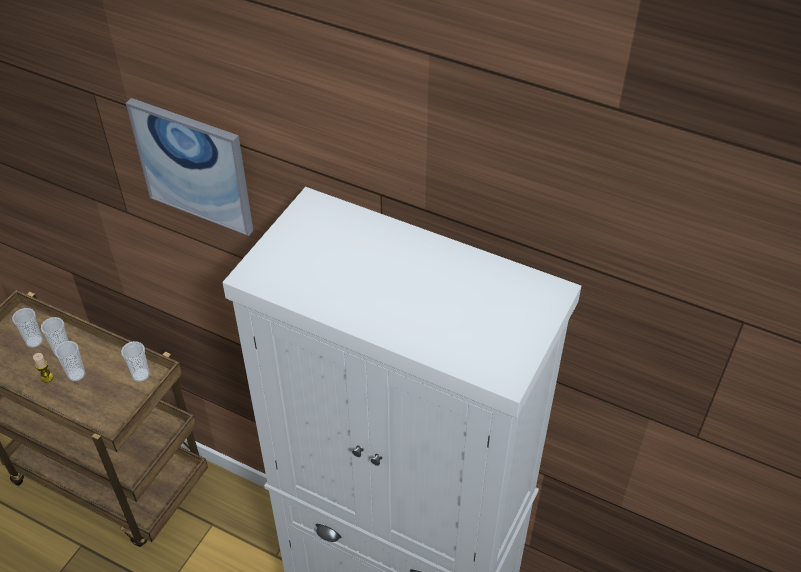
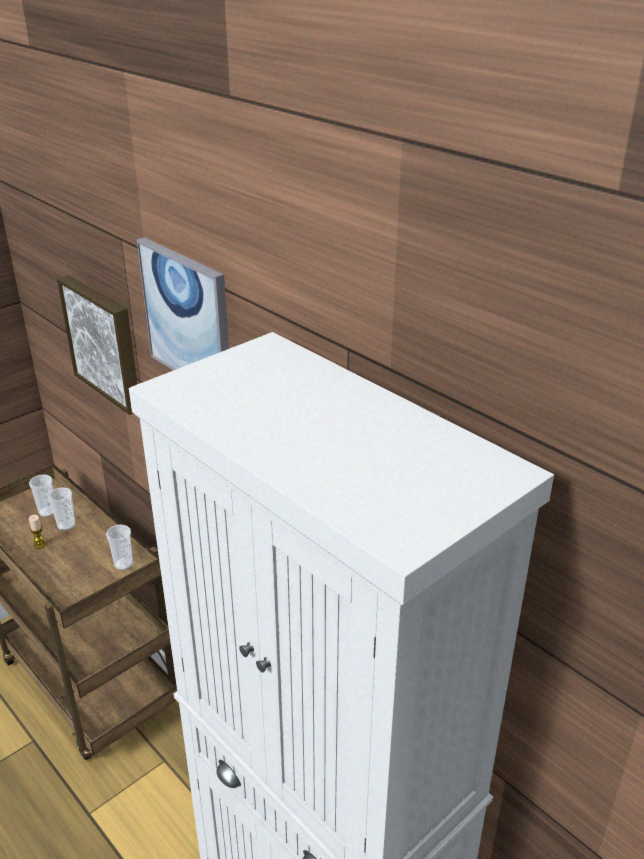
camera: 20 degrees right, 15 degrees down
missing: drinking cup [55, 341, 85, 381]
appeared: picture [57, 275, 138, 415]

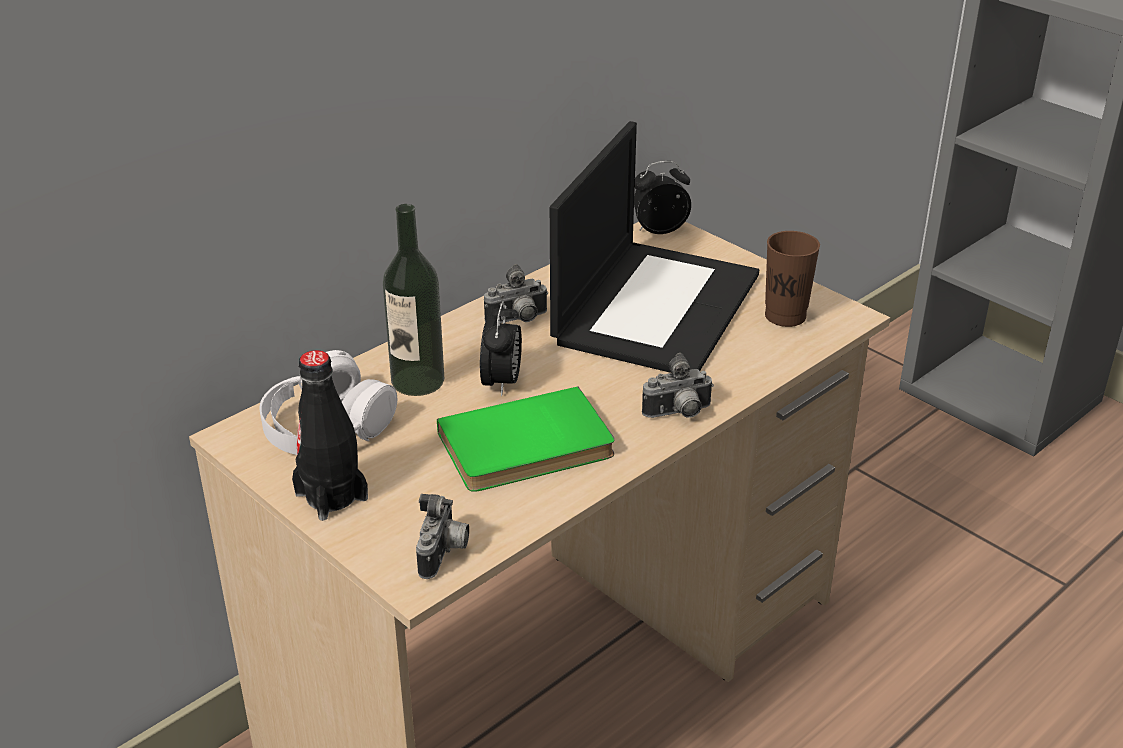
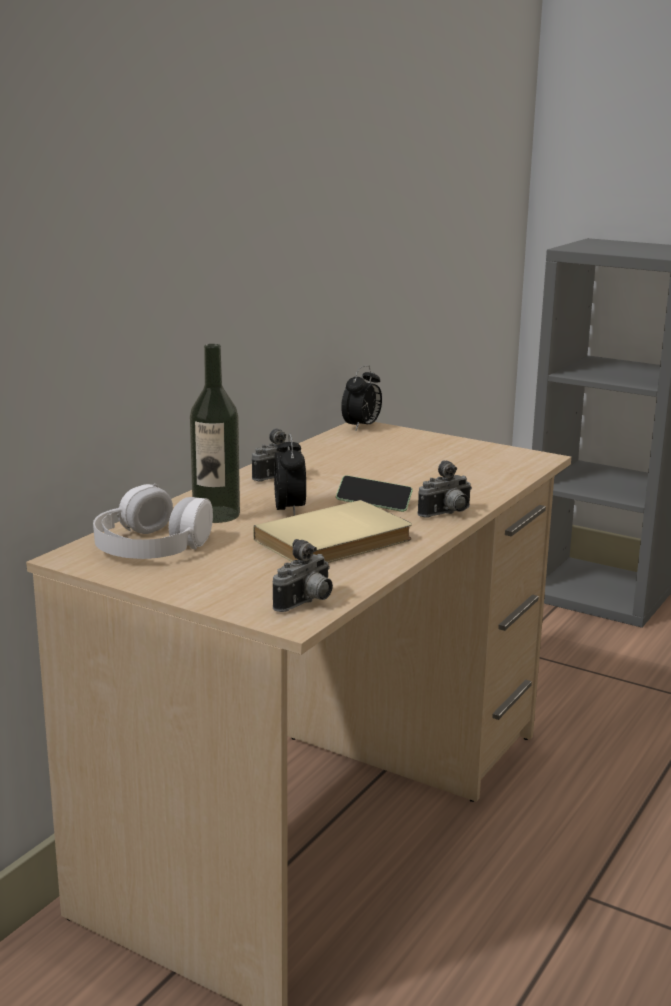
camera: 15 degrees left, 15 degrees down
missing: black beverage bottle [292, 350, 368, 521]; laptop [550, 121, 759, 373]; brown drinking cup [765, 231, 820, 327]
appeared: handset [336, 475, 413, 512]
colour: green-coloured volume [437, 387, 615, 492] to sand-coloured volume [253, 500, 412, 563]
spun: still camera [416, 494, 469, 579] = [273, 539, 333, 612] 45 degrees clockwise; table clock [634, 161, 691, 234] = [341, 365, 382, 430] 150 degrees clockwise

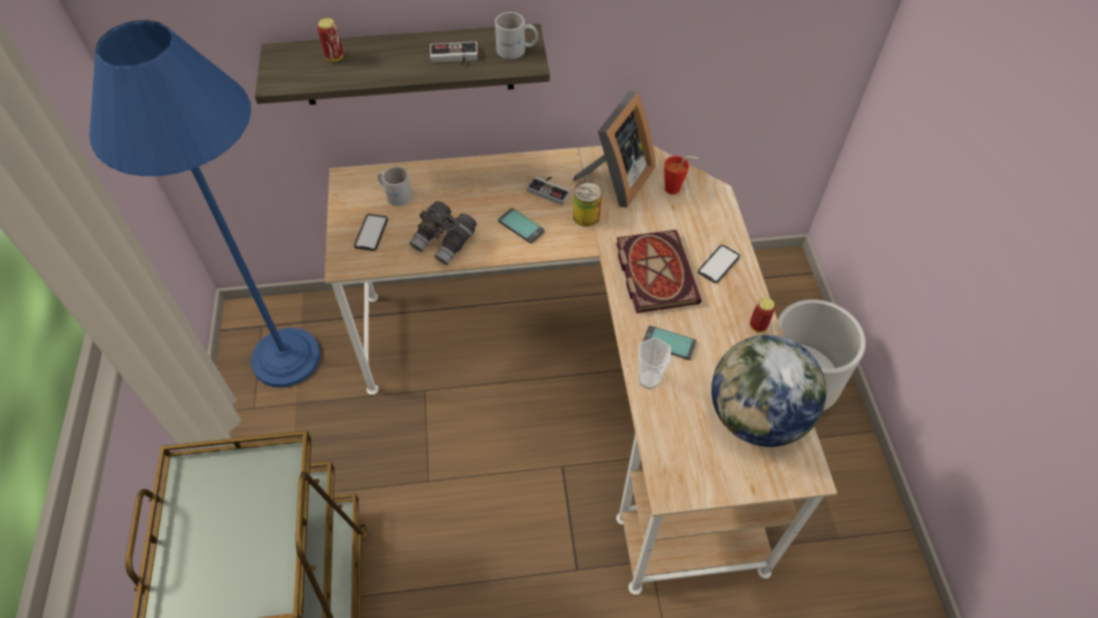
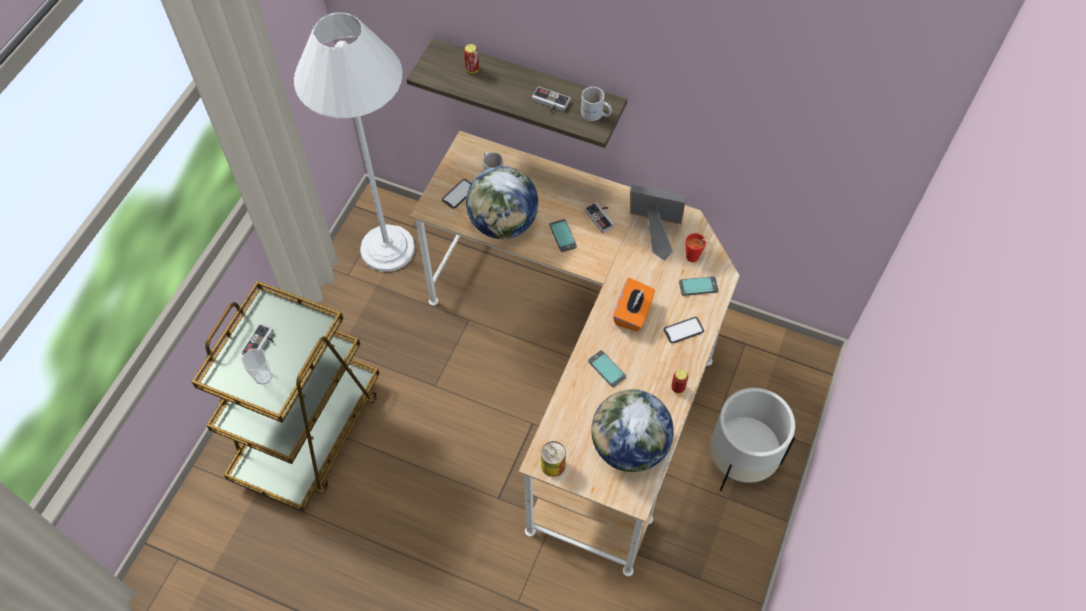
camera: 30 degrees right, 5 degrees up
appeared: game controller [241, 324, 274, 355]; handset [679, 276, 718, 296]
relocated: drinking cup [638, 337, 671, 389] to [241, 349, 272, 384]; can [573, 182, 602, 227] to [541, 441, 566, 477]
exchanged: greyish field glasses [409, 201, 477, 265] to world globe [466, 166, 538, 239]; volume [616, 230, 702, 313] to orange box of tissues [613, 278, 655, 331]
colour: blue standard lamp [89, 20, 321, 388] to white-coloured standard lamp [294, 12, 415, 272]
spun: photo frame [573, 91, 655, 208] = [630, 185, 686, 261] 135 degrees counterclockwise

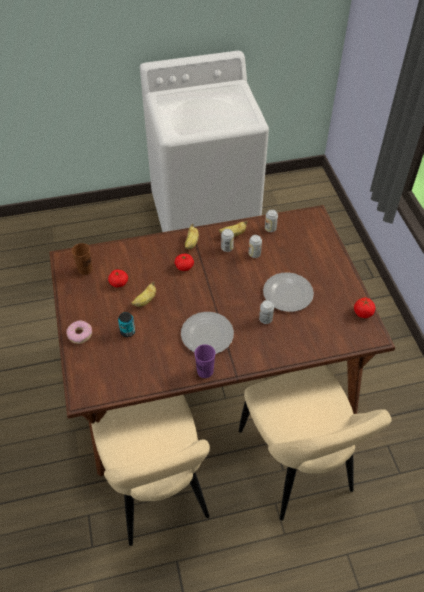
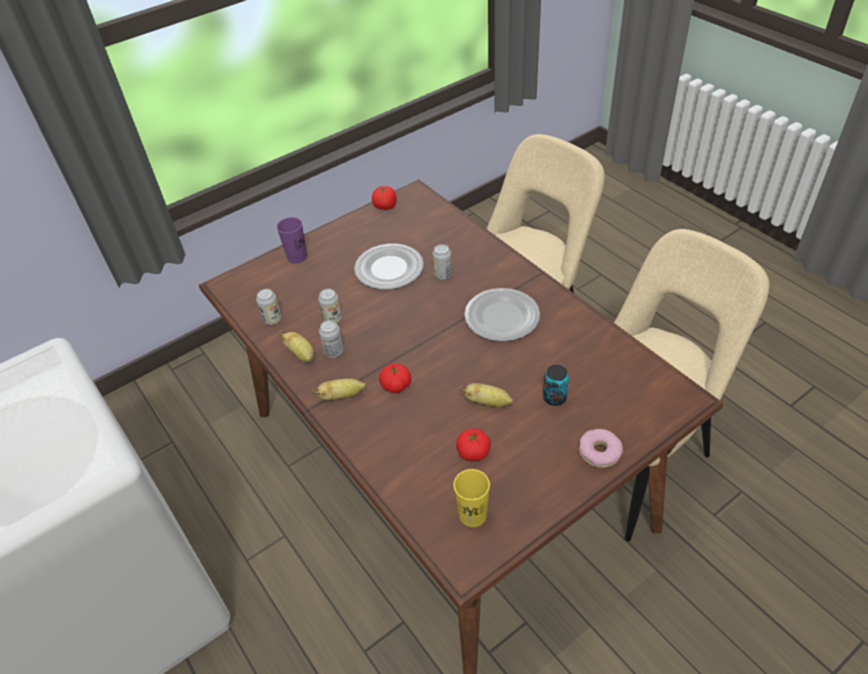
camera: 110 degrees left, 5 degrees down
relocated: purple-coloured drinking cup [194, 344, 215, 378] to [277, 217, 307, 263]
colour: brown drinking cup [71, 243, 93, 275] to yellowish drinking cup [454, 469, 490, 527]

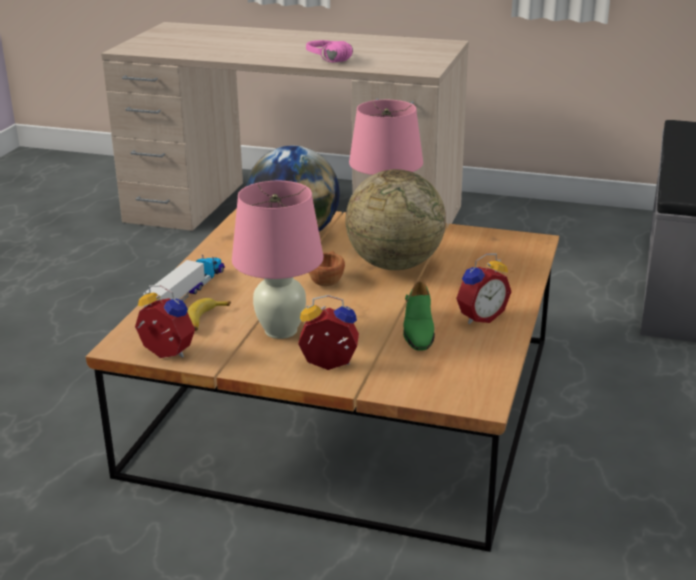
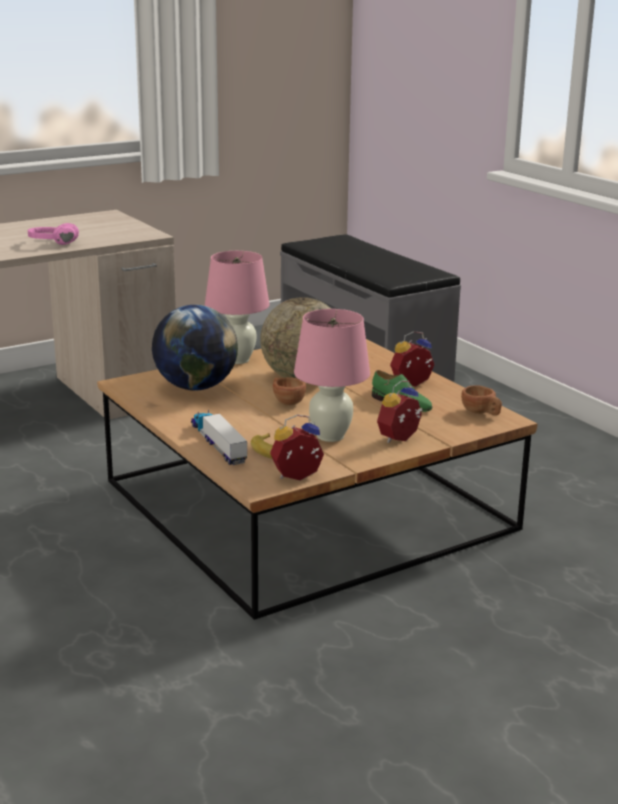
camera: 50 degrees left, 5 degrees down
appeared: brown drinking cup [461, 385, 502, 415]
spun: table clock [456, 253, 511, 324] = [390, 331, 435, 387] 120 degrees counterclockwise

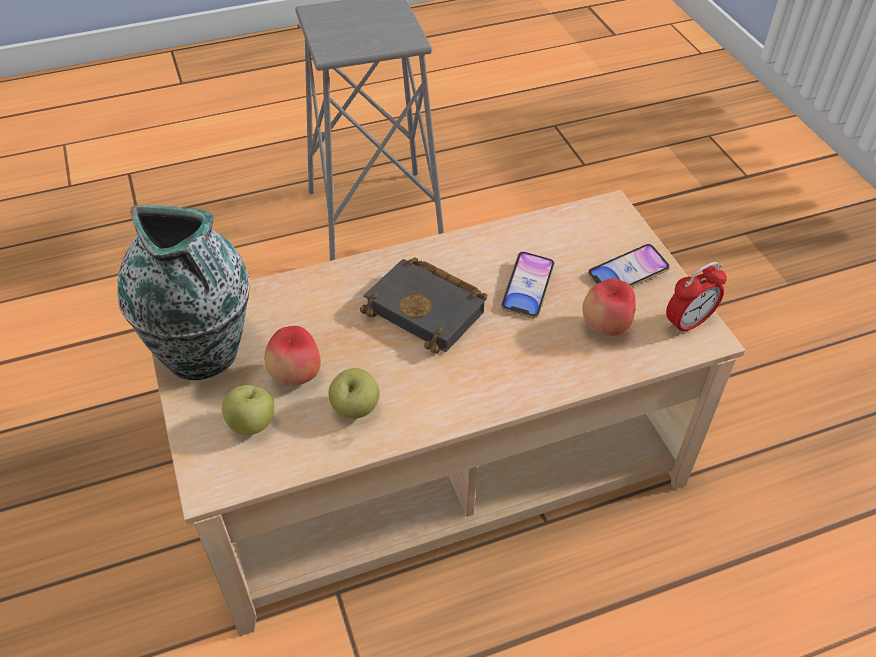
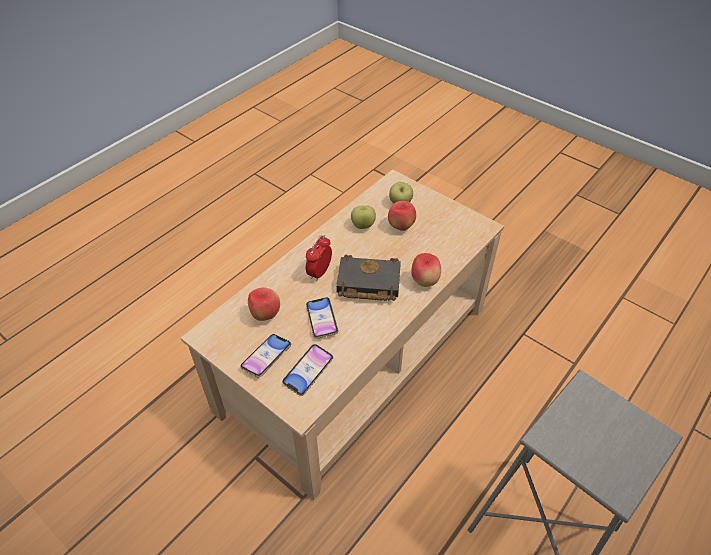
camera: 150 degrees right, 0 degrees up
missing: decorative vase [117, 205, 250, 380]
appeared: handset [282, 344, 333, 396]; whole apple [411, 253, 441, 287]
relocated: table clock [666, 262, 727, 335] to [306, 235, 332, 281]

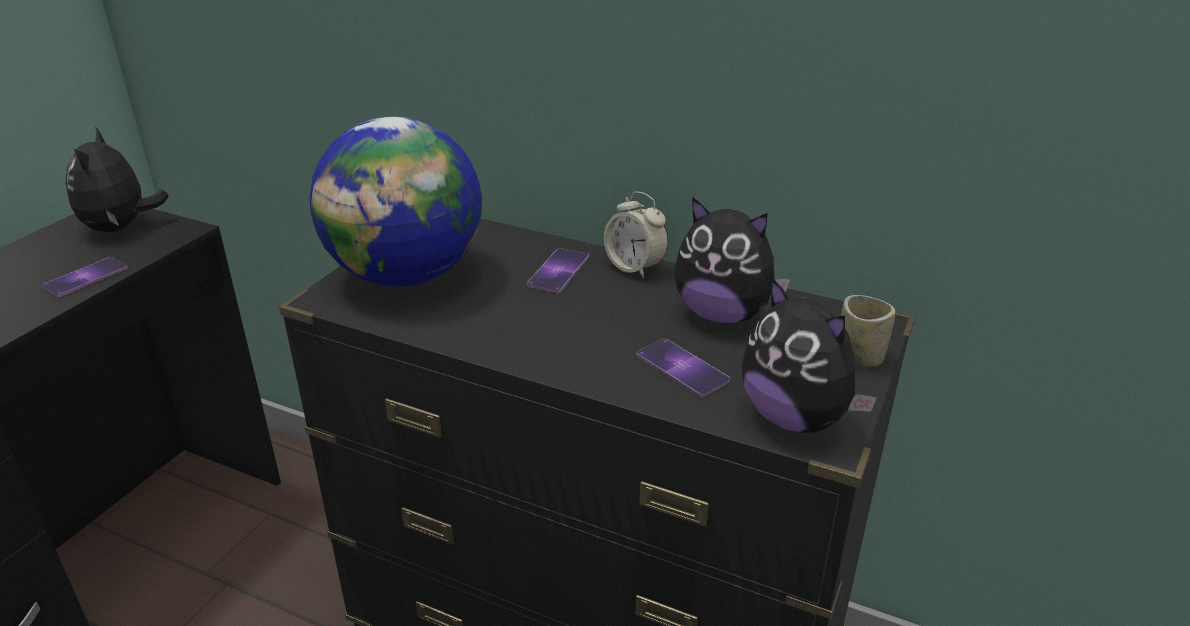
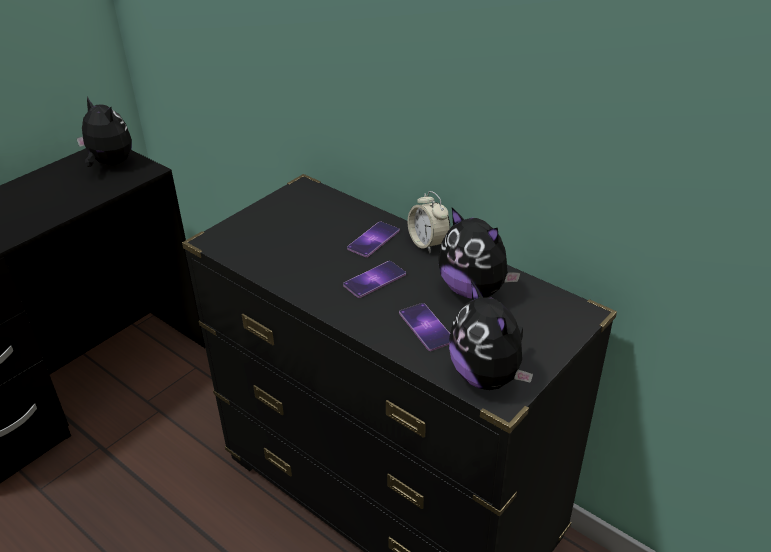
camera: 15 degrees right, 5 degrees up
missing: world globe [310, 117, 482, 287]; drinking cup [841, 295, 896, 367]
relocated: handset [42, 257, 128, 297] to [343, 261, 406, 298]
spun: plush toy [65, 126, 169, 232] = [76, 96, 132, 167] 120 degrees clockwise

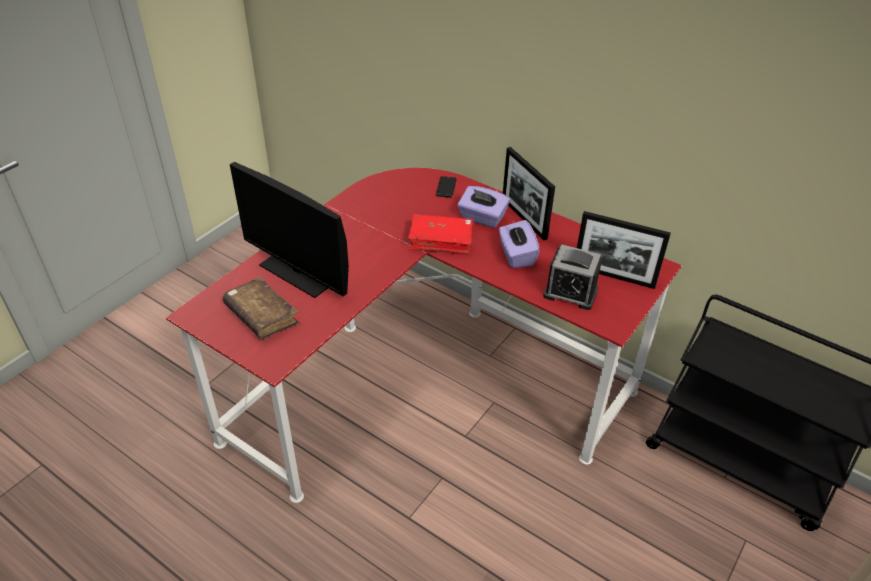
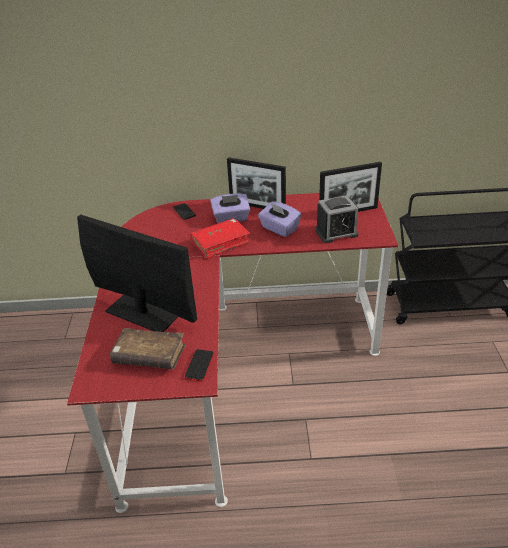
camera: 35 degrees left, 5 degrees down
appeared: handset [185, 349, 214, 382]
spun: computer screen [230, 162, 349, 298] = [77, 214, 197, 332] 150 degrees counterclockwise

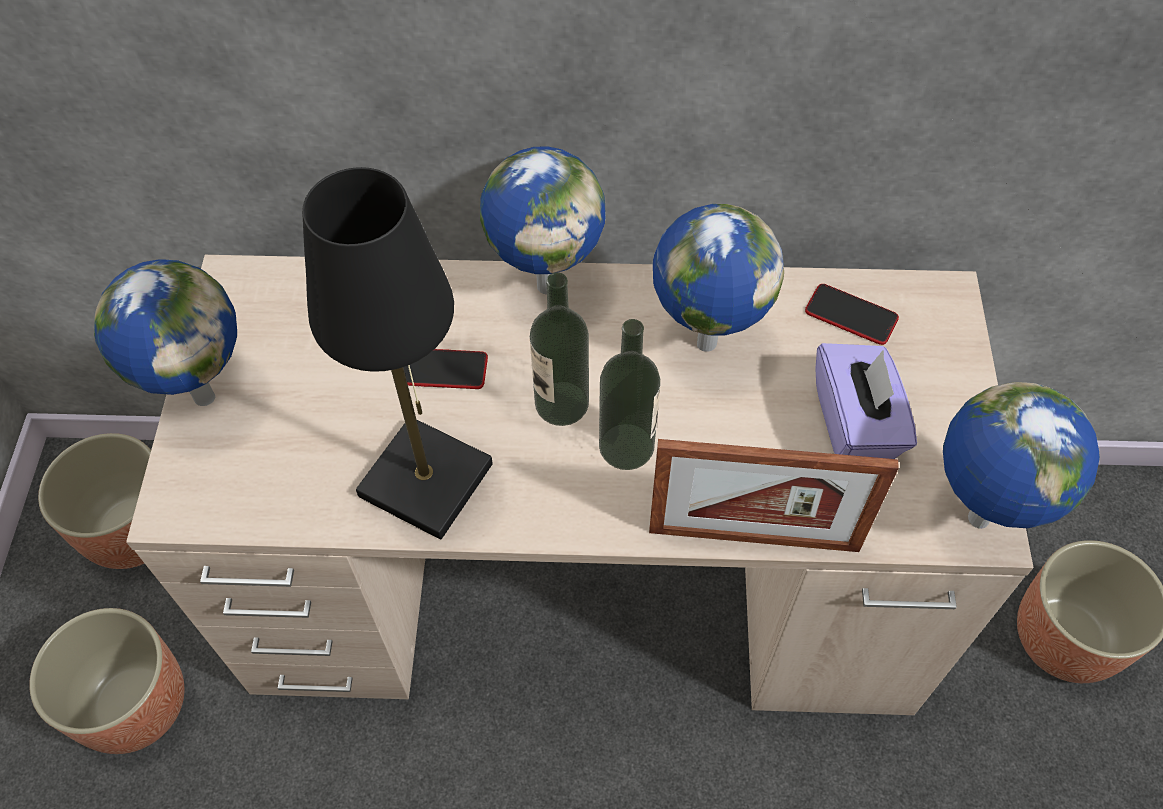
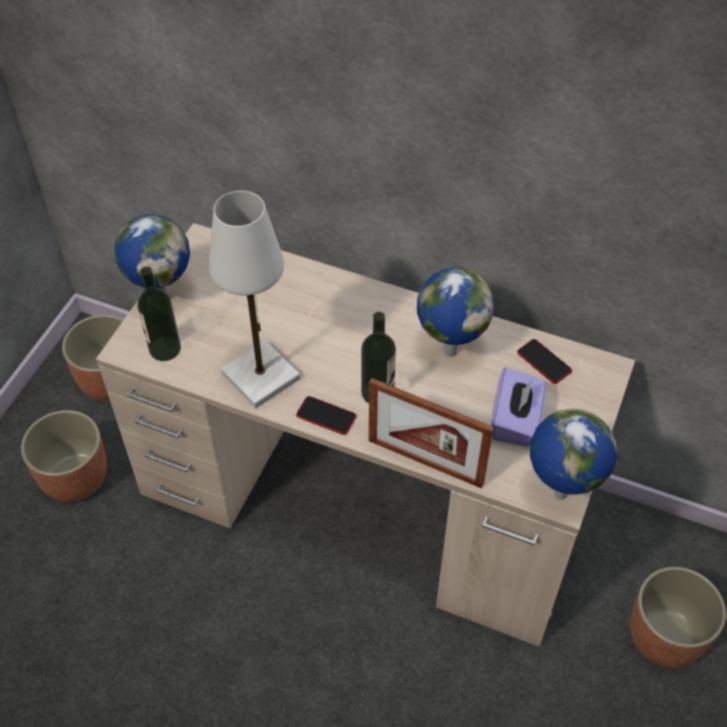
camera: 20 degrees right, 5 degrees down
missing: world globe [480, 146, 606, 294]
relocated: beverage bottle [530, 272, 589, 426] to [137, 266, 181, 361]; handset [403, 349, 488, 389] to [296, 396, 356, 435]
colour: black lamp for a table [302, 167, 493, 539] to white-coloured lamp for a table [209, 191, 300, 408]

